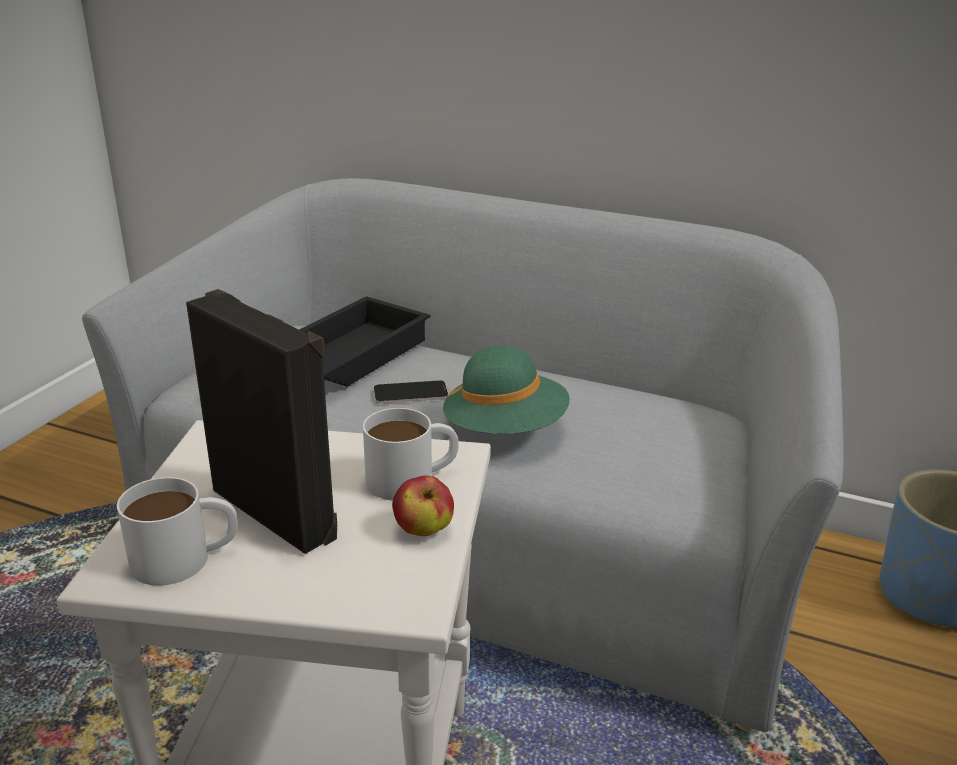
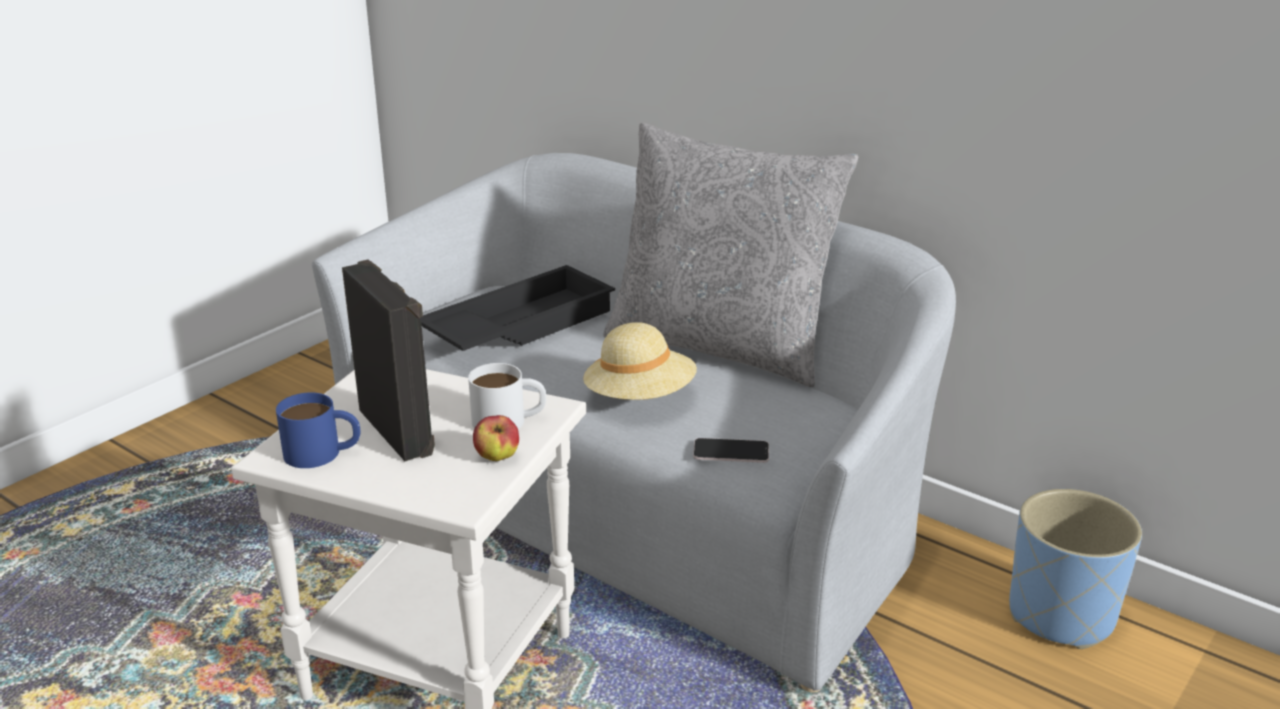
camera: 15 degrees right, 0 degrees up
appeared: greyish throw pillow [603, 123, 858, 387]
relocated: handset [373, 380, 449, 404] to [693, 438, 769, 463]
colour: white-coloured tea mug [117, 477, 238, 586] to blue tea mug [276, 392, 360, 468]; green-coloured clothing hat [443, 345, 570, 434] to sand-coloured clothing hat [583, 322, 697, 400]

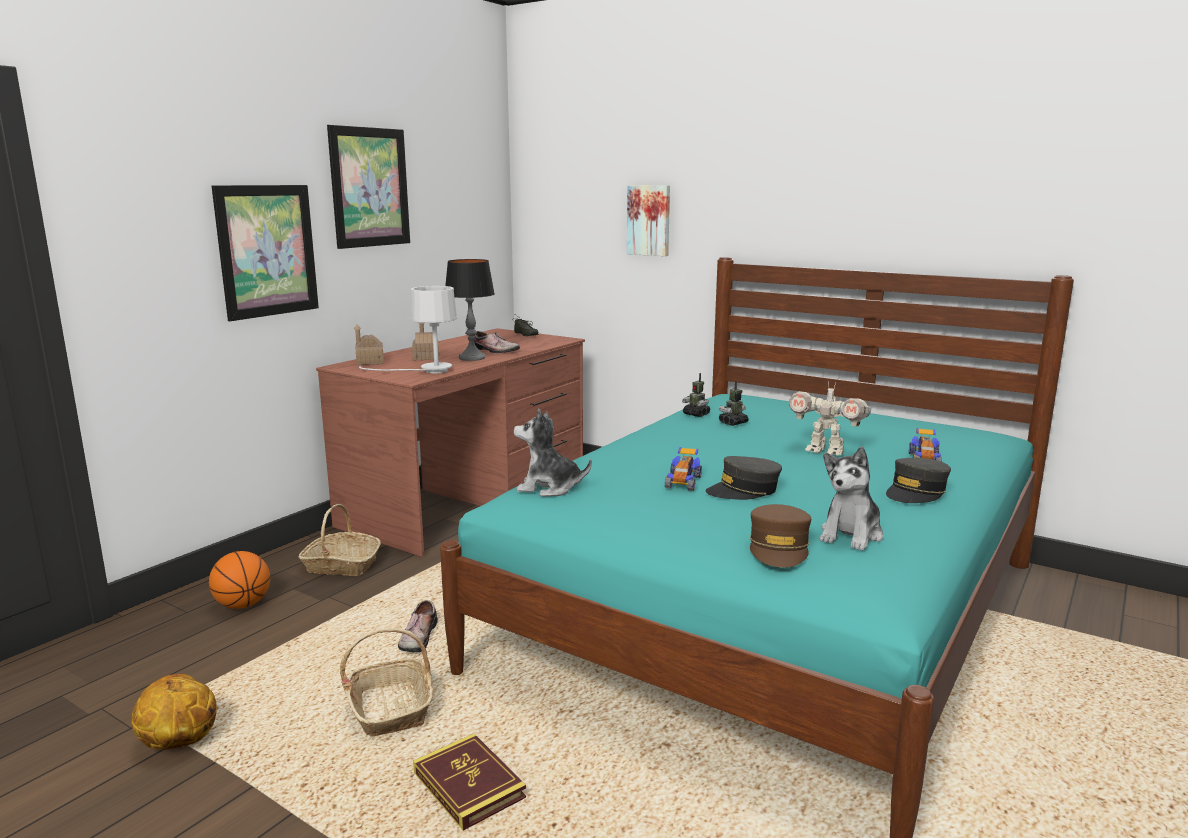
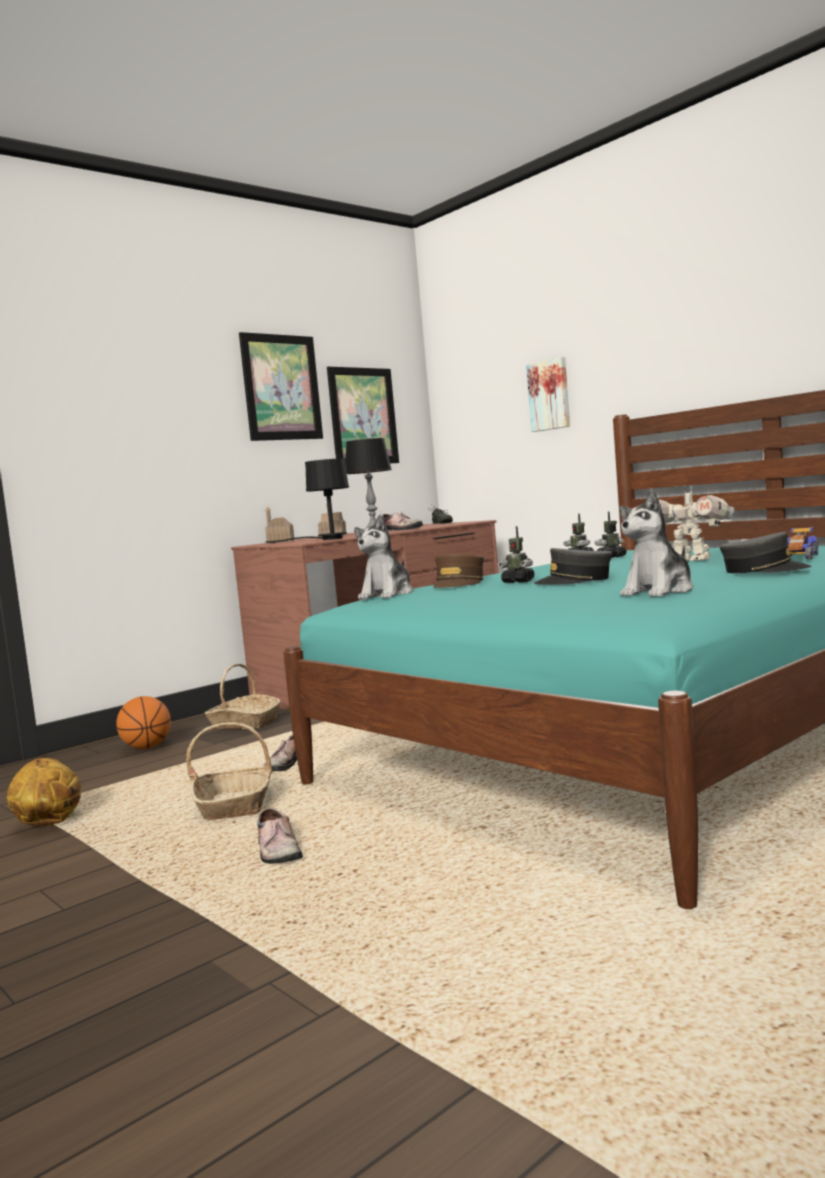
camera: 15 degrees right, 10 degrees down
relocated: picture [212, 185, 319, 321] to [327, 367, 399, 464]; brown peaked cap [750, 504, 811, 567] to [433, 554, 484, 588]
exchanged: volume [413, 733, 526, 831] to low shoe [257, 808, 303, 864]; miniature car [665, 447, 702, 491] to robot figure [498, 526, 534, 583]
colour: white-coloured lamp for a table [359, 286, 457, 373] to black lamp for a table [266, 458, 349, 543]
spun: plush toy [514, 409, 592, 497] = [354, 515, 413, 599] 90 degrees counterclockwise; greyish peaked cap [886, 458, 951, 503] = [719, 532, 812, 573] 135 degrees counterclockwise

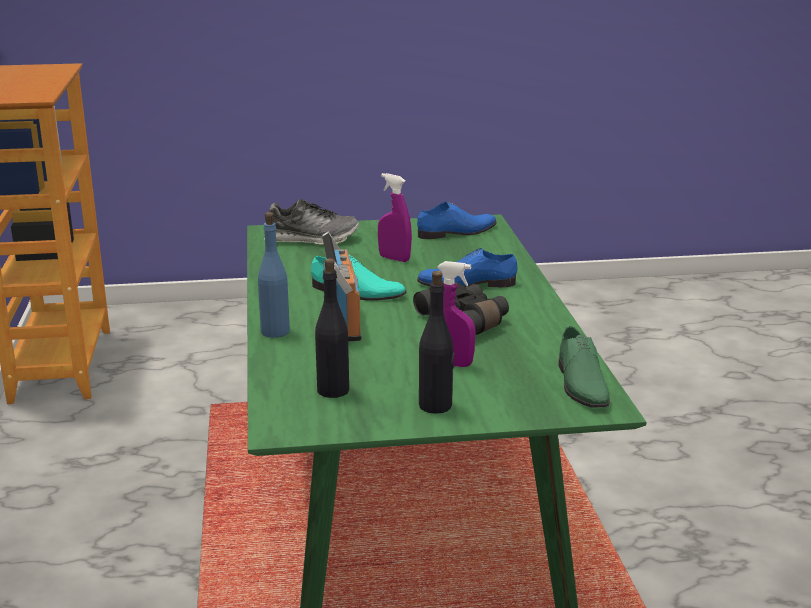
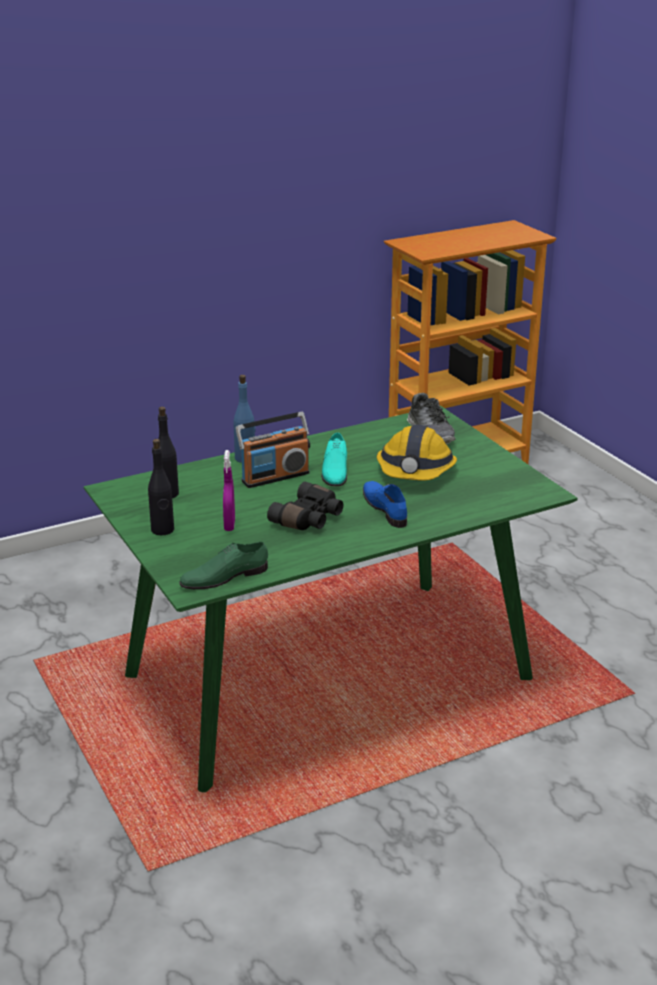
camera: 70 degrees right, 5 degrees up
missing: blue low shoe [417, 202, 497, 239]
exchanged: purple-coloured spray bottle [378, 173, 412, 262] to hard hat [377, 425, 457, 481]

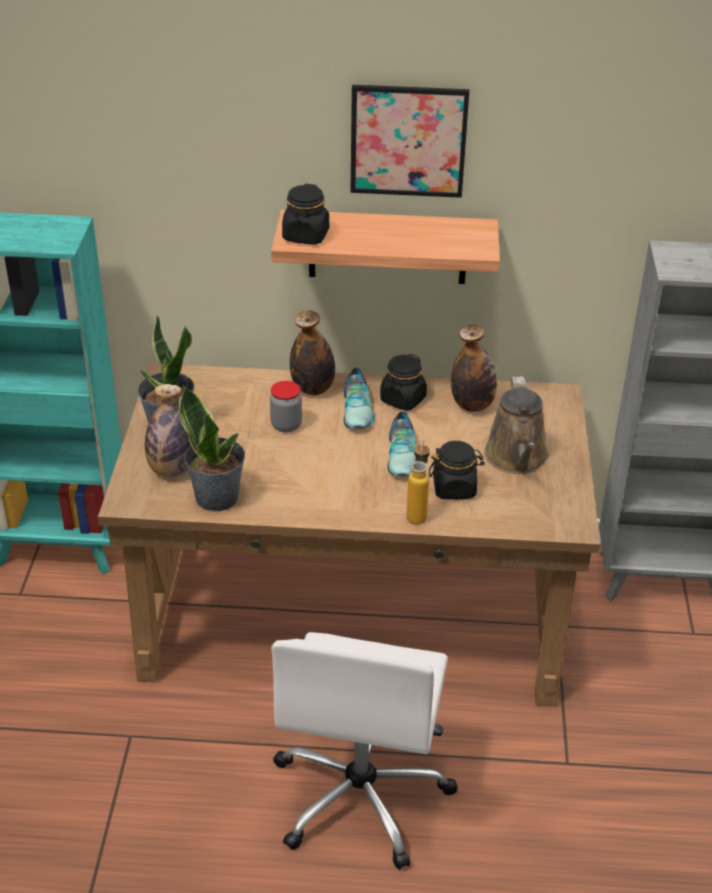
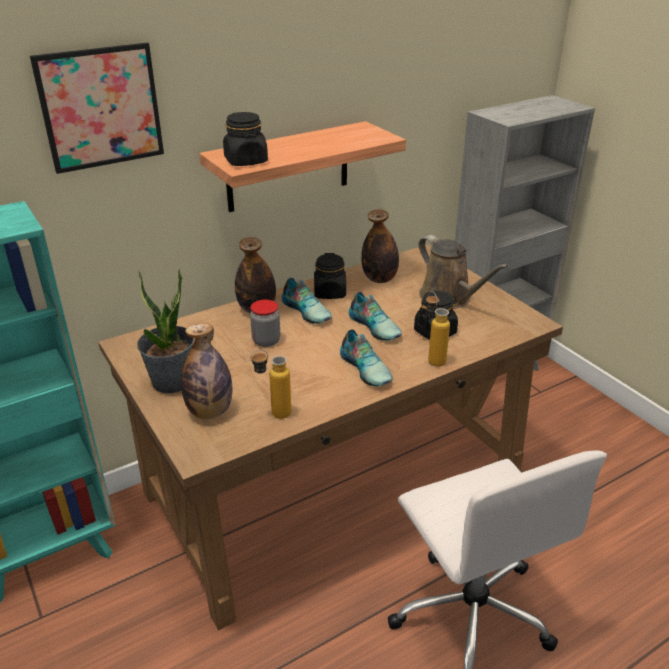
camera: 35 degrees left, 5 degrees down
appeared: low shoe [340, 330, 393, 386]
relocated: picture [350, 85, 469, 198] to [30, 43, 164, 174]
exchanged: houseplant [179, 387, 245, 512] to beverage bottle [250, 349, 291, 419]

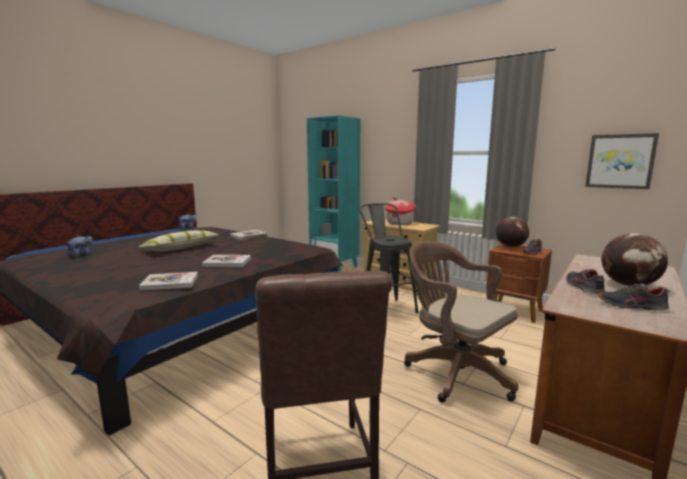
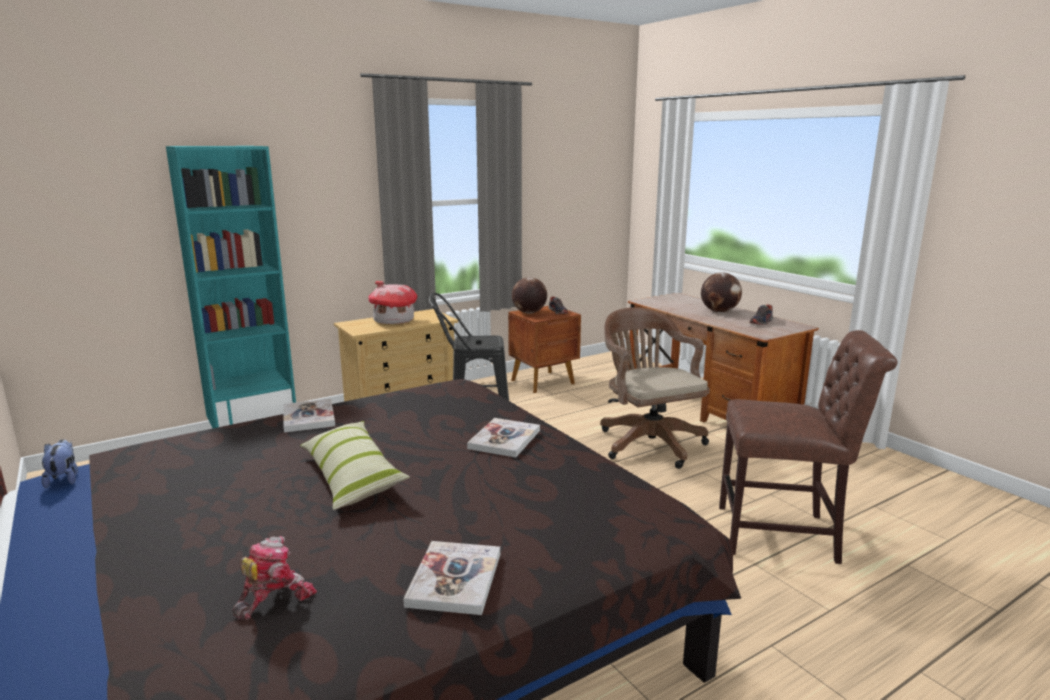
camera: 70 degrees left, 5 degrees up
missing: low shoe [566, 269, 605, 294]; picture [585, 133, 659, 189]
relocated: volume [139, 272, 198, 291] to [403, 541, 500, 615]
exchanged: plush toy [67, 236, 94, 257] to robot figure [233, 536, 317, 620]
spun: brown desk chair [404, 241, 518, 403] = [600, 307, 710, 469] 90 degrees clockwise

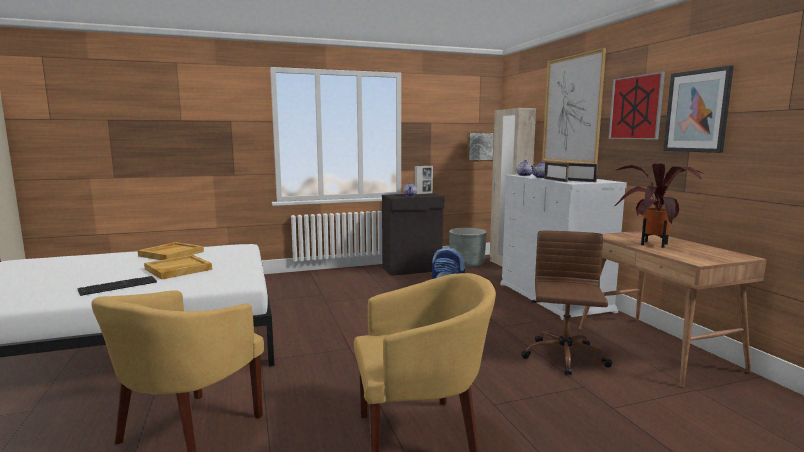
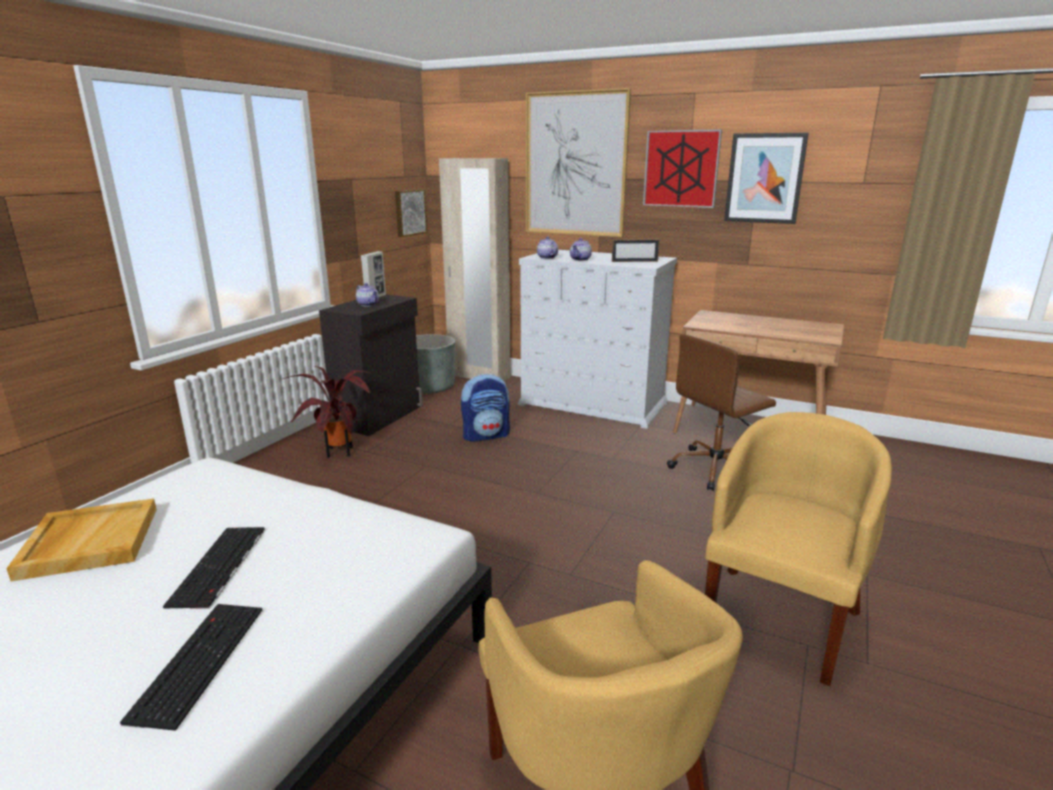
camera: 45 degrees left, 10 degrees up
missing: photo frame [544, 162, 569, 182]
relocated: houseplant [615, 159, 702, 248] to [283, 366, 371, 458]
exchanged: sand-coloured serving tray [144, 255, 212, 280] to keyboard [163, 527, 265, 609]
spun: brown desk chair [521, 231, 613, 375] = [667, 334, 776, 491] 90 degrees counterclockwise

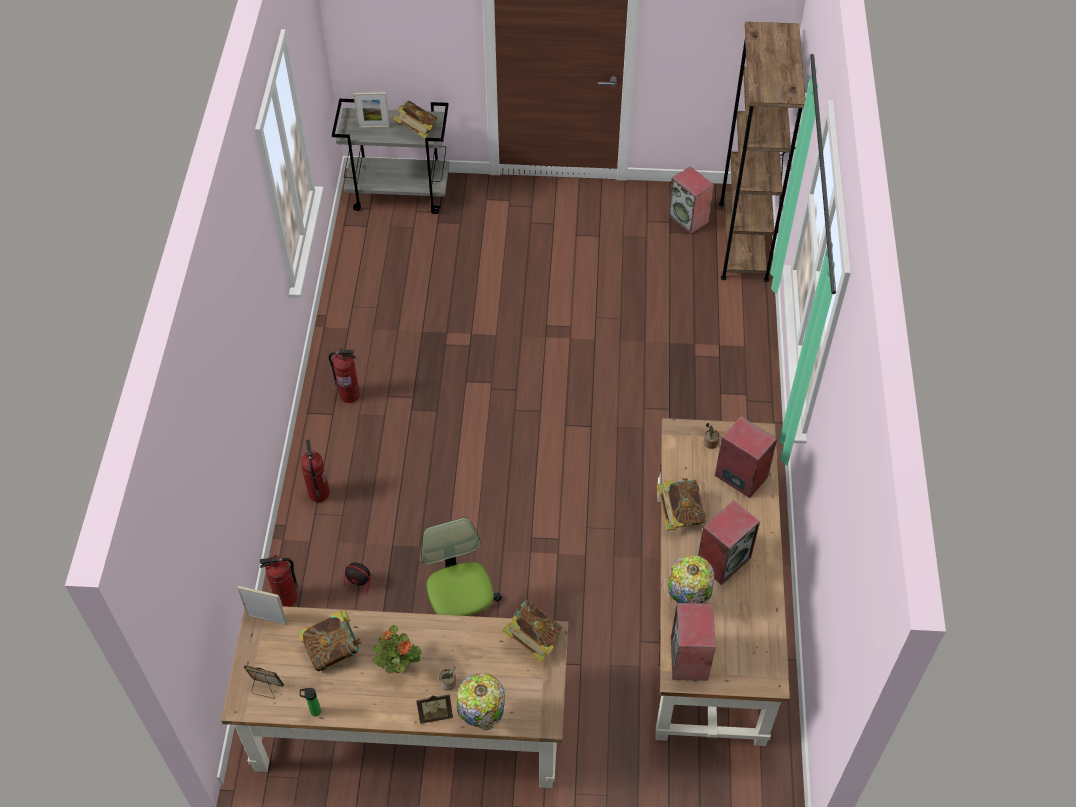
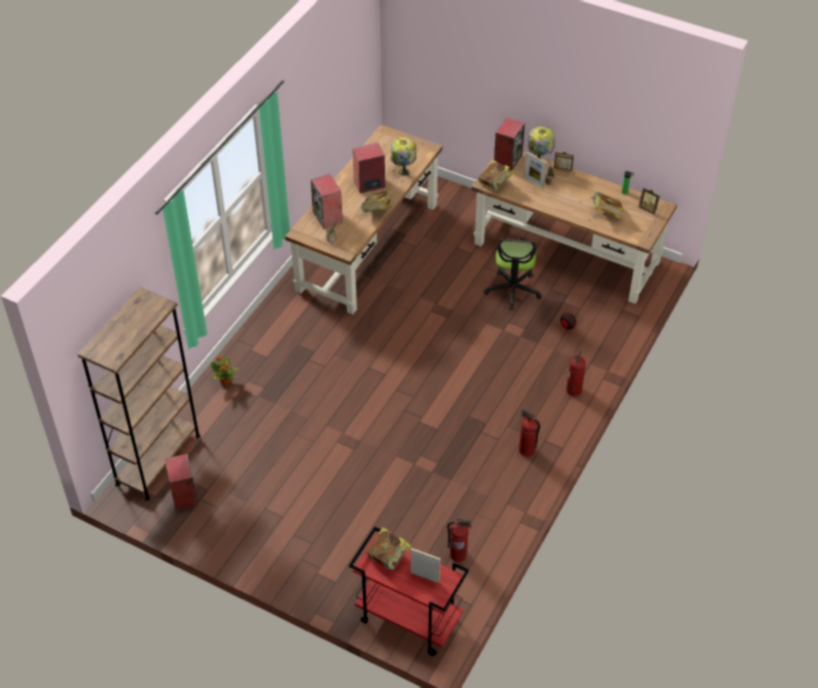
camera: 155 degrees left, 5 degrees down
relocated: houseplant [372, 625, 422, 673] to [211, 356, 239, 385]; fire-fighting cylinder [260, 555, 298, 607] to [447, 519, 472, 562]; audio speaker [671, 603, 716, 681] to [494, 117, 525, 171]; photo frame [237, 586, 288, 625] to [524, 152, 547, 189]
colour: greyish trolley [332, 99, 450, 214] to red trolley [349, 527, 469, 656]

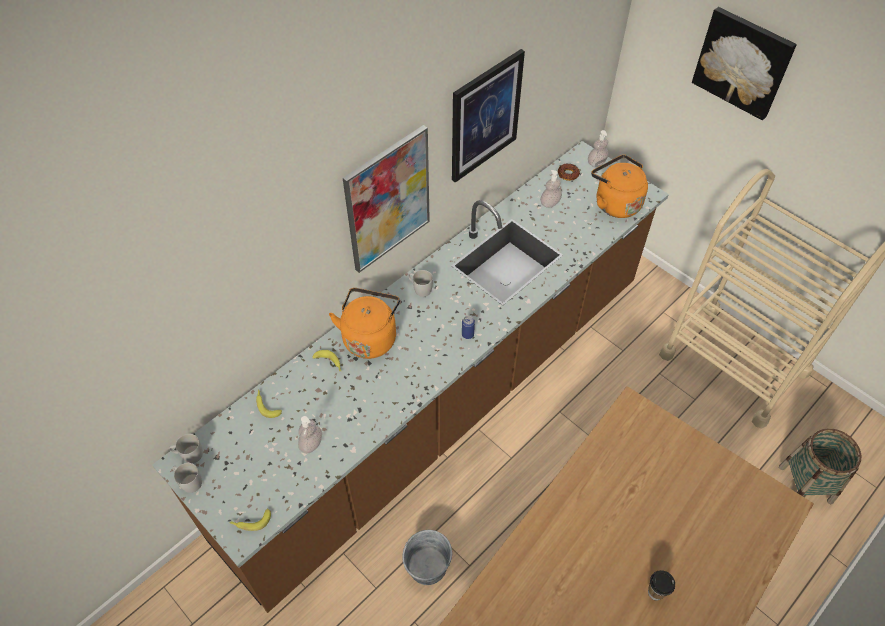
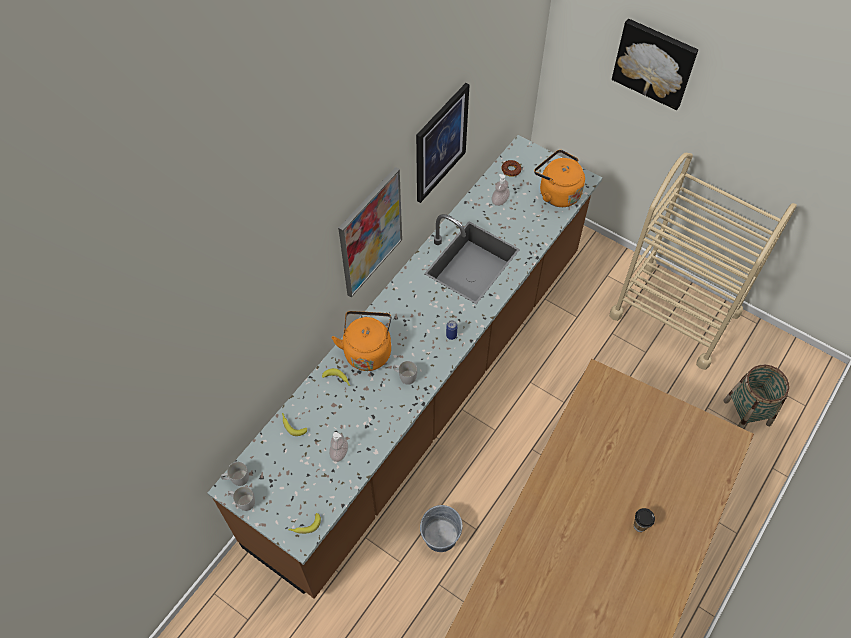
camera: 10 degrees left, 5 degrees up
missing: soap dispenser [588, 130, 608, 167]
relocated: white-coloured tea mug [408, 270, 433, 297] to [393, 361, 417, 385]

